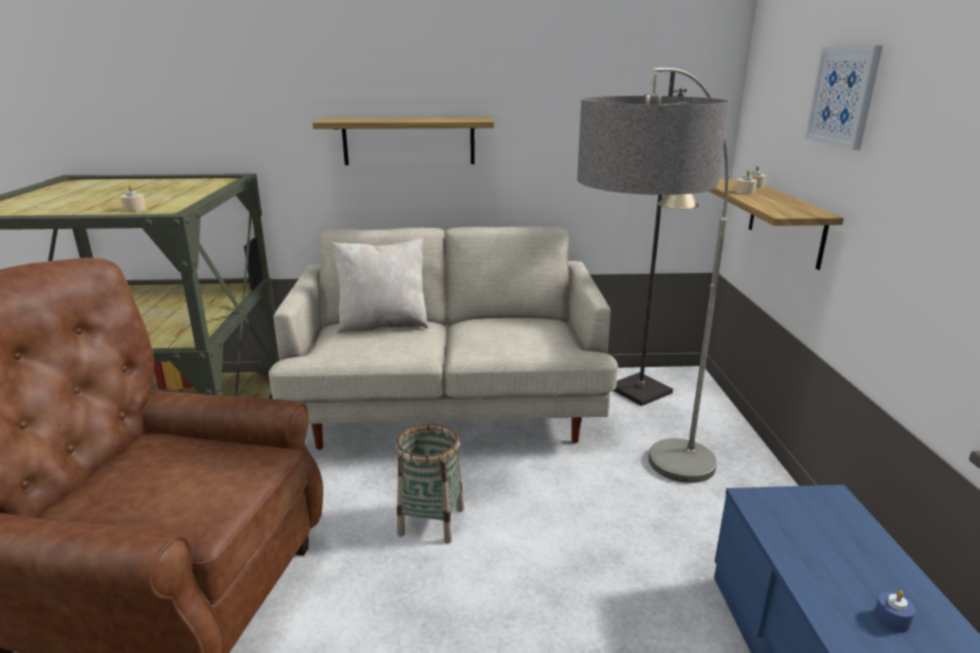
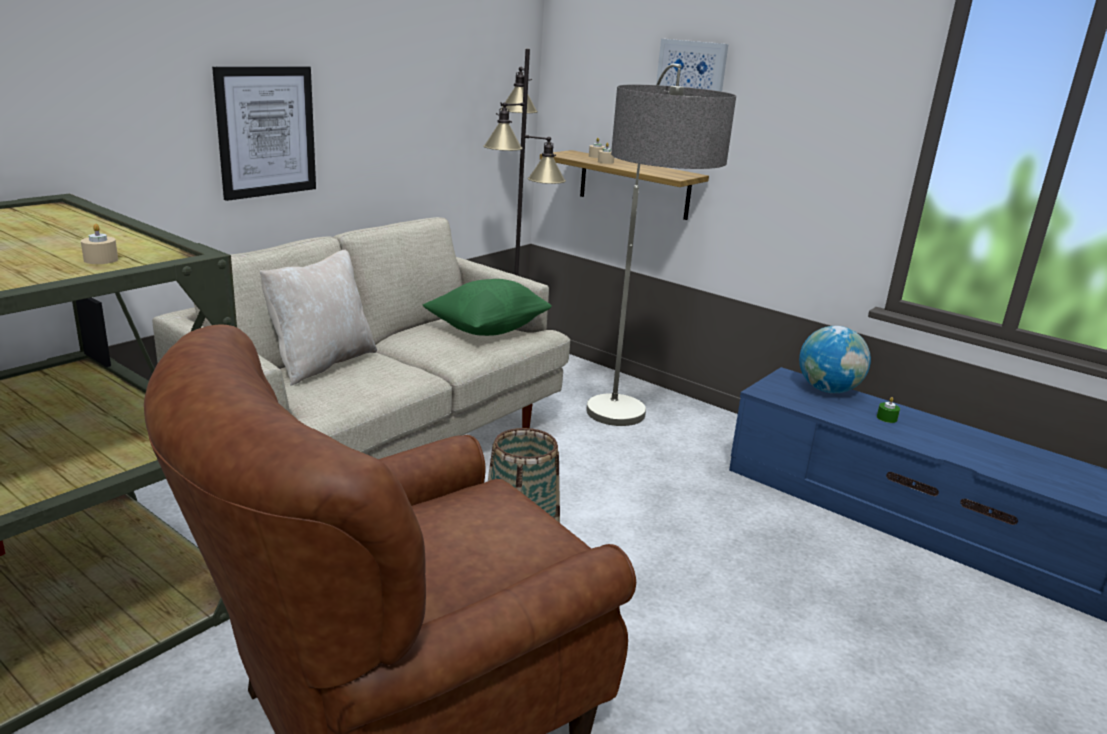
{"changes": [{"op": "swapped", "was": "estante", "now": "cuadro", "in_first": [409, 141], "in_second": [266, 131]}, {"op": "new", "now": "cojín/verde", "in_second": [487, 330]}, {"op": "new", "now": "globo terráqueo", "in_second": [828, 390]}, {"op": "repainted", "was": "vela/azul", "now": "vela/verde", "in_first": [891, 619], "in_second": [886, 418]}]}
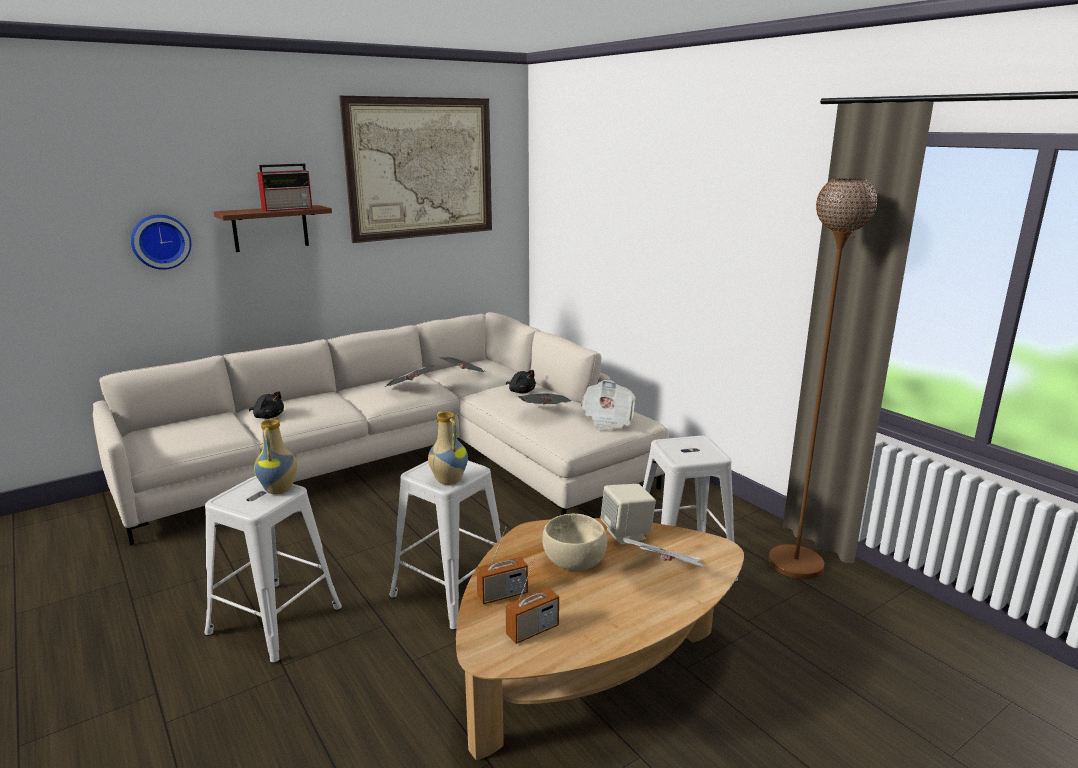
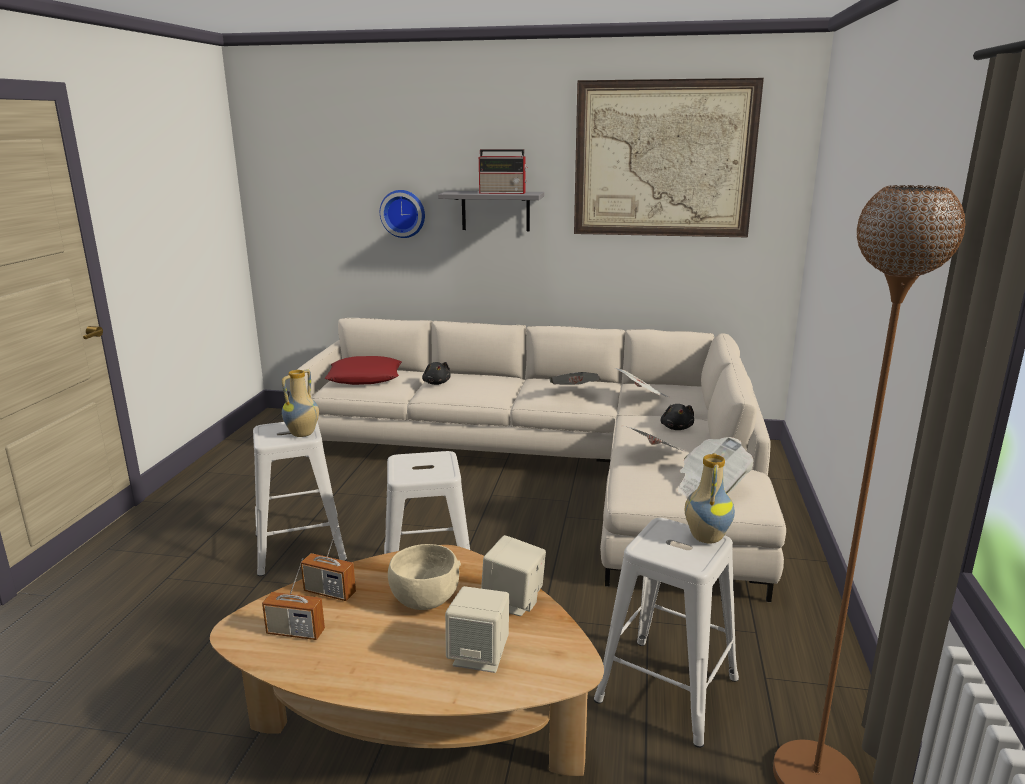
{"changes": [{"op": "new", "now": "cojín/rojo", "in_second": [365, 378]}, {"op": "repainted", "was": "estante/marrón", "now": "estante/gris", "in_first": [270, 228], "in_second": [495, 211]}, {"op": "swapped", "was": "periódico", "now": "altavoz/beis", "in_first": [666, 572], "in_second": [479, 656]}, {"op": "shifted", "was": "florero", "in_first": [447, 481], "in_second": [705, 537]}]}
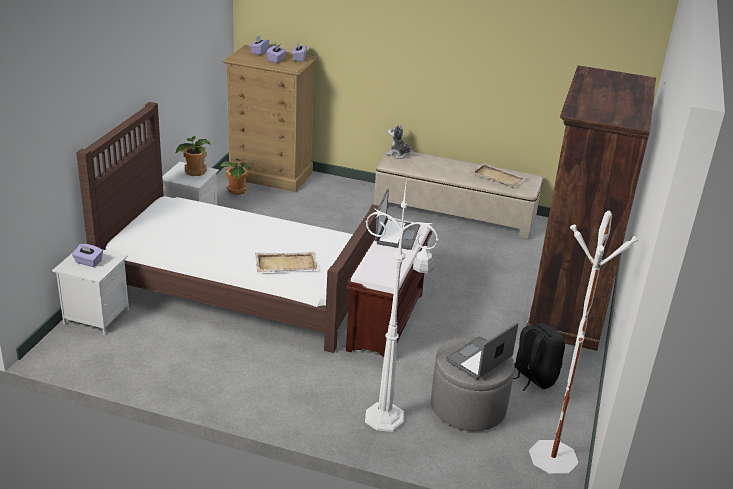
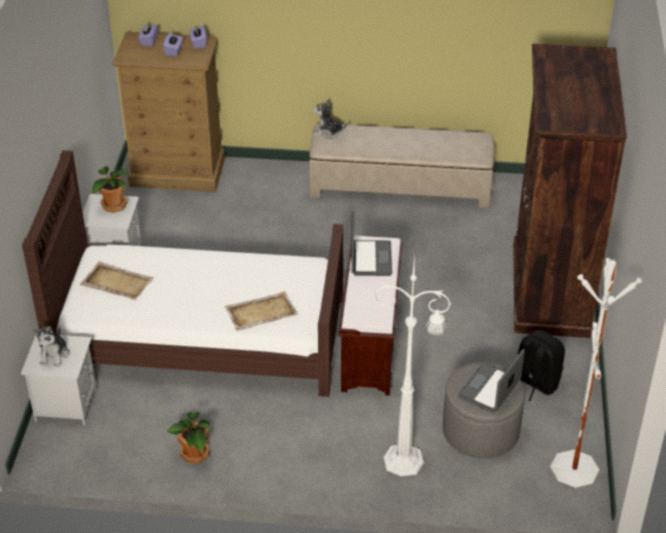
{"changes": [{"op": "swapped", "was": "caja de pañuelos/morado", "now": "peluche", "in_first": [88, 262], "in_second": [54, 355]}, {"op": "shifted", "was": "bandeja/beis", "in_first": [497, 177], "in_second": [116, 283]}, {"op": "shifted", "was": "planta en maceta", "in_first": [236, 190], "in_second": [194, 454]}]}
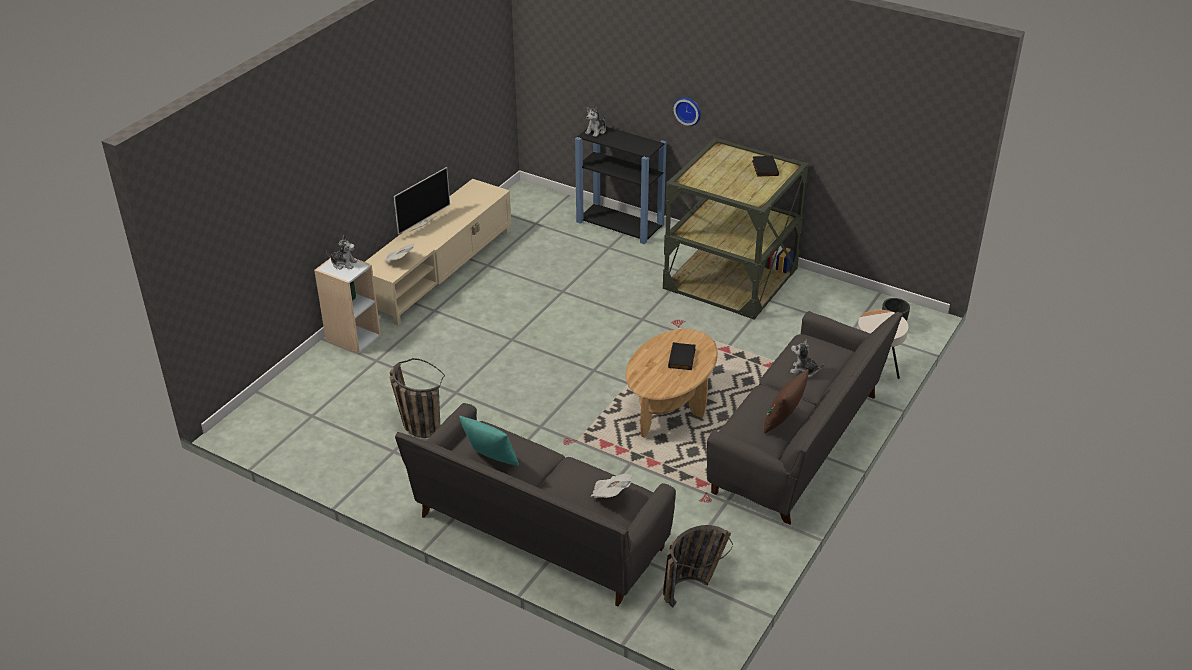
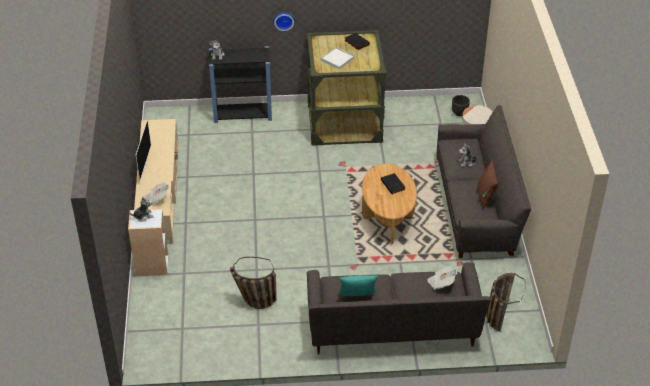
{"changes": [{"op": "new", "now": "bandeja/blanco", "in_second": [337, 59]}]}
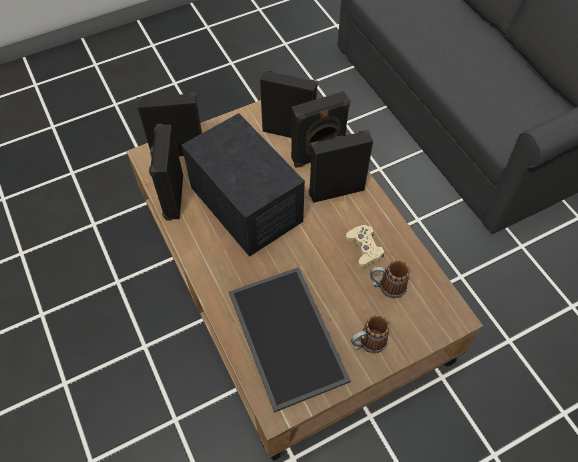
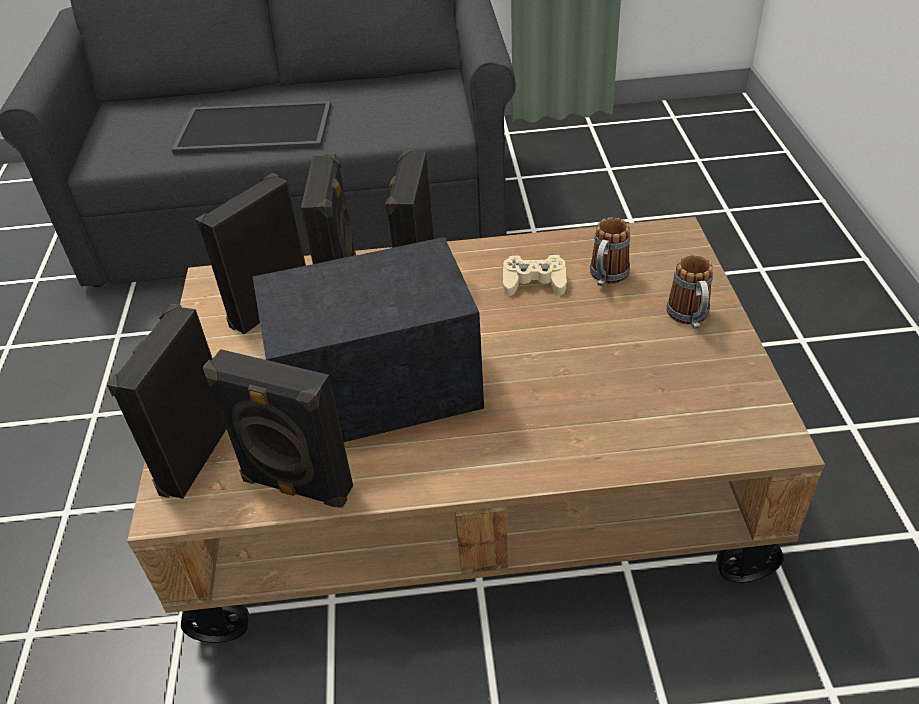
{"changes": [{"op": "shifted", "was": "bandeja", "in_first": [289, 336], "in_second": [256, 128]}]}
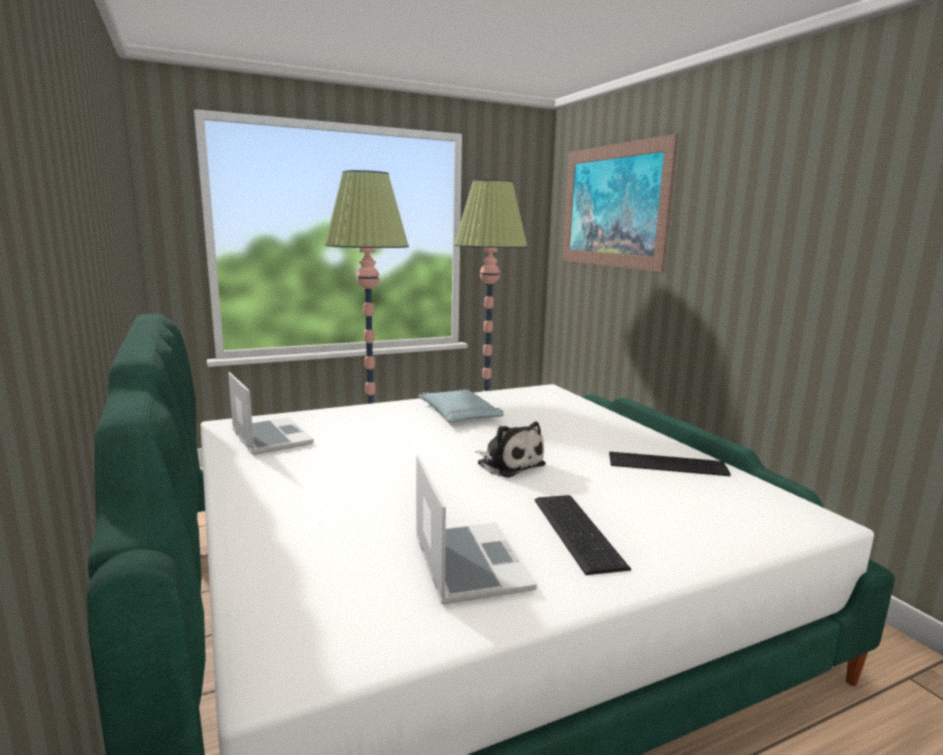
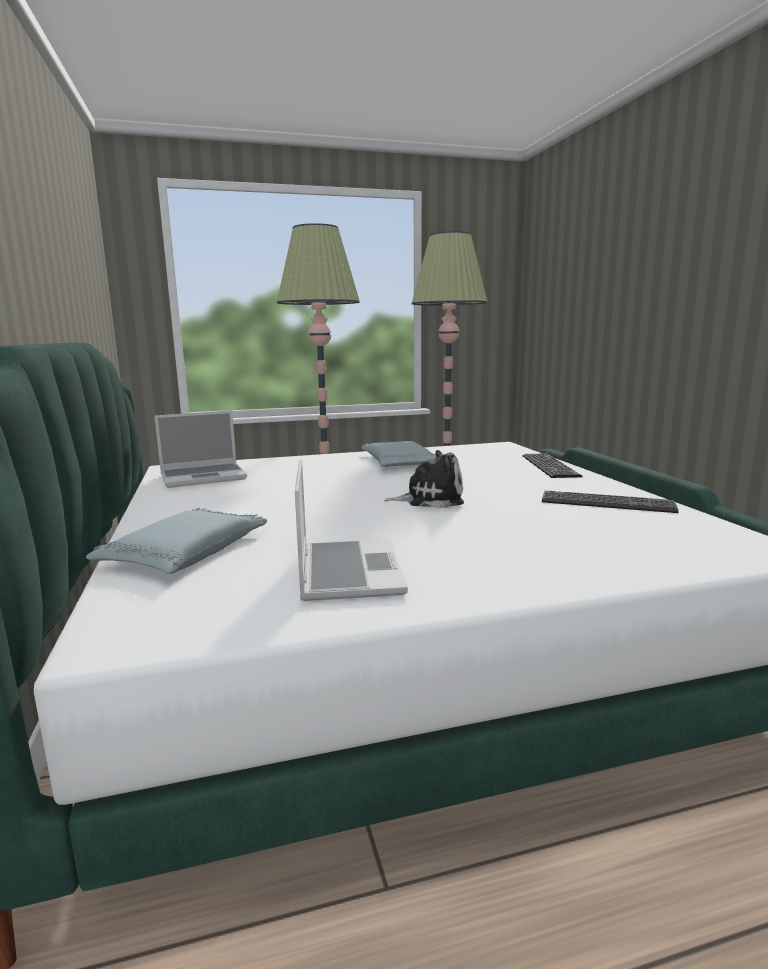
{"changes": [{"op": "new", "now": "cojín/azul", "in_second": [186, 550]}, {"op": "rotated", "was": "portátil", "in_first": [270, 437], "in_second": [204, 477], "clockwise": 90}, {"op": "rotated", "was": "peluche", "in_first": [508, 464], "in_second": [430, 499], "clockwise": -60}, {"op": "shifted", "was": "teclado", "in_first": [579, 530], "in_second": [551, 465]}, {"op": "gone", "was": "cuadro", "in_first": [613, 206]}]}
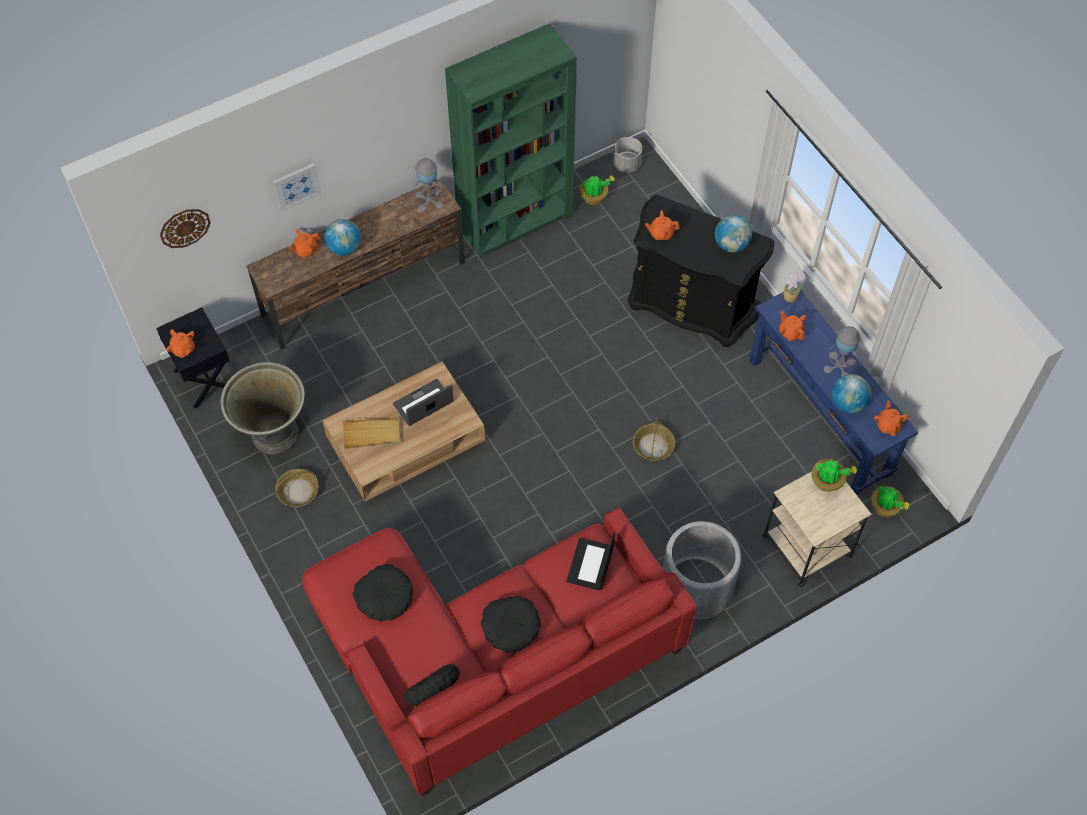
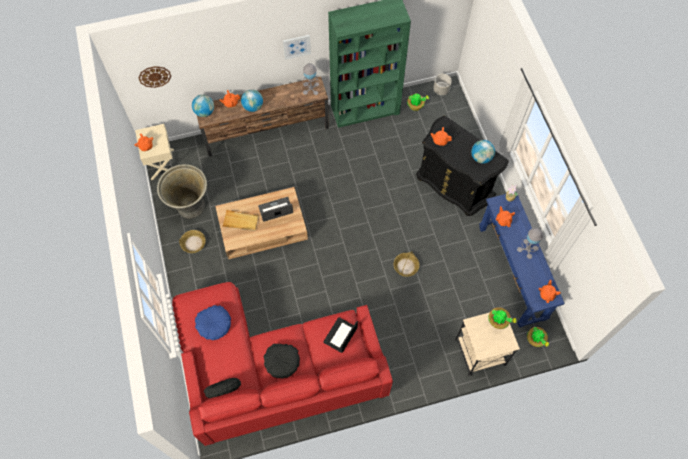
{"changes": [{"op": "repainted", "was": "mesita de noche/negro", "now": "mesita de noche/beis", "in_first": [205, 379], "in_second": [162, 164]}, {"op": "shifted", "was": "globo terráqueo", "in_first": [848, 403], "in_second": [204, 112]}, {"op": "repainted", "was": "cojín/negro", "now": "cojín/azul", "in_first": [385, 598], "in_second": [214, 325]}, {"op": "shifted", "was": "cuadro", "in_first": [296, 186], "in_second": [296, 46]}, {"op": "gone", "was": "maceta/gris", "in_first": [696, 586]}]}
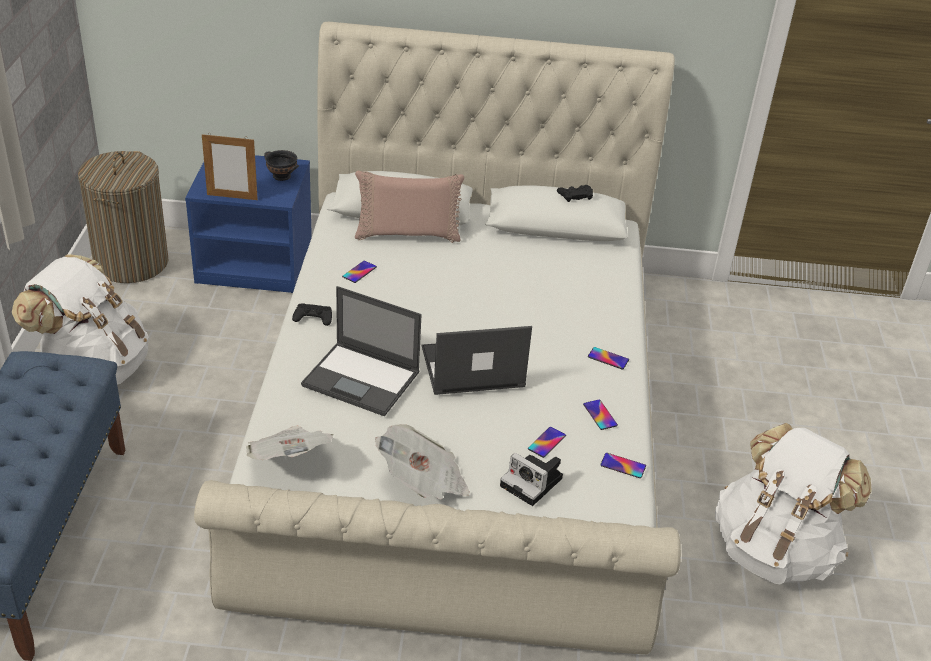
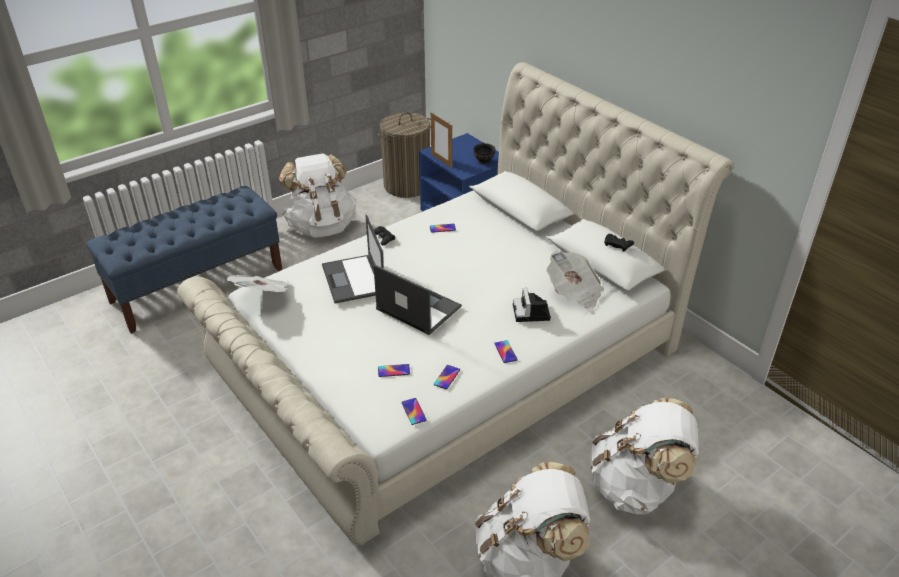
{"changes": [{"op": "shifted", "was": "cámara", "in_first": [533, 483], "in_second": [532, 313]}, {"op": "shifted", "was": "periódico", "in_first": [423, 482], "in_second": [574, 293]}, {"op": "new", "now": "mochila/blanco", "in_second": [636, 487]}, {"op": "gone", "was": "cojín/beis", "in_first": [407, 234]}]}
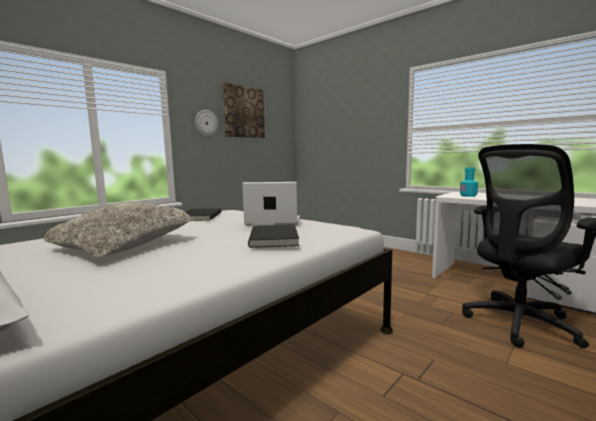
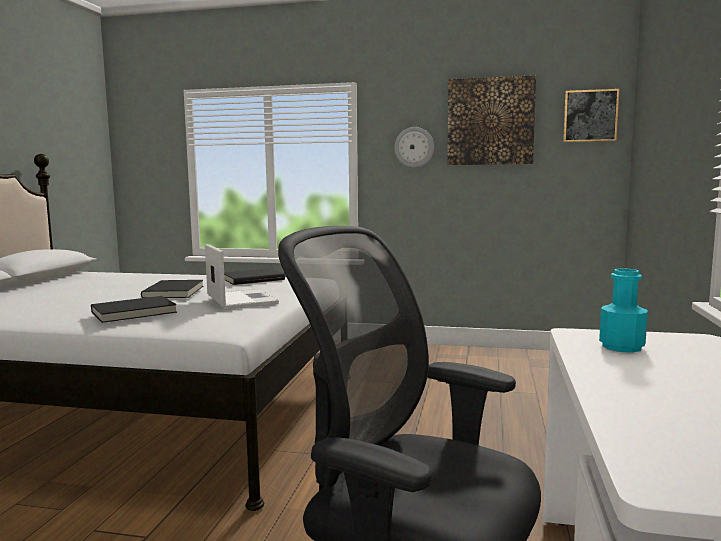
{"changes": [{"op": "new", "now": "libro/negro", "in_second": [175, 292]}, {"op": "new", "now": "cuadro", "in_second": [590, 116]}, {"op": "gone", "was": "cojín/beis", "in_first": [121, 246]}]}
